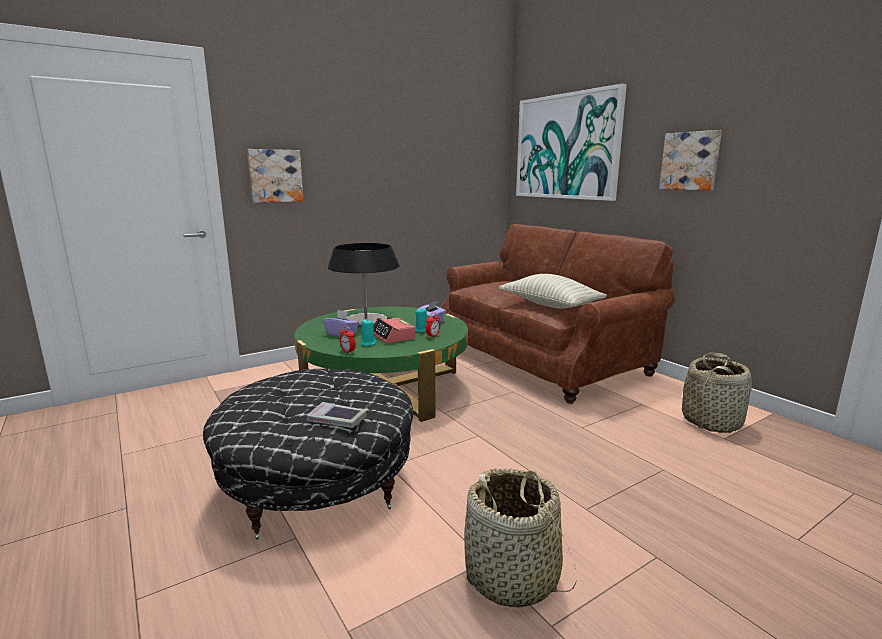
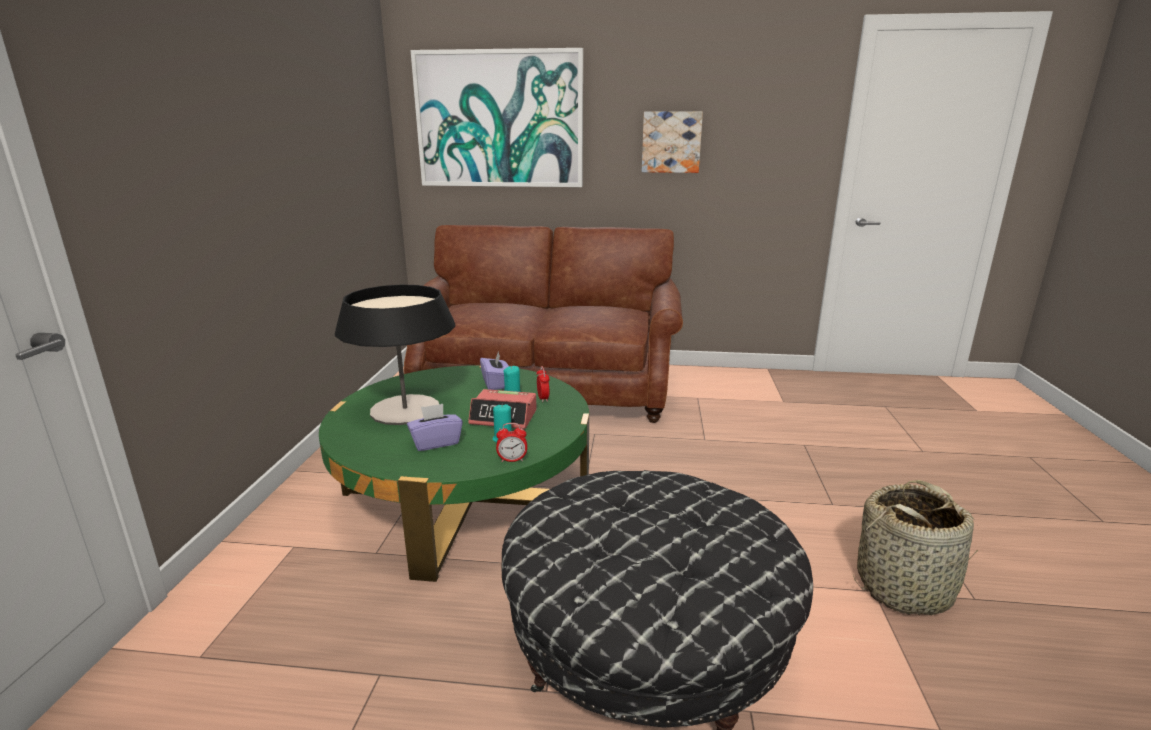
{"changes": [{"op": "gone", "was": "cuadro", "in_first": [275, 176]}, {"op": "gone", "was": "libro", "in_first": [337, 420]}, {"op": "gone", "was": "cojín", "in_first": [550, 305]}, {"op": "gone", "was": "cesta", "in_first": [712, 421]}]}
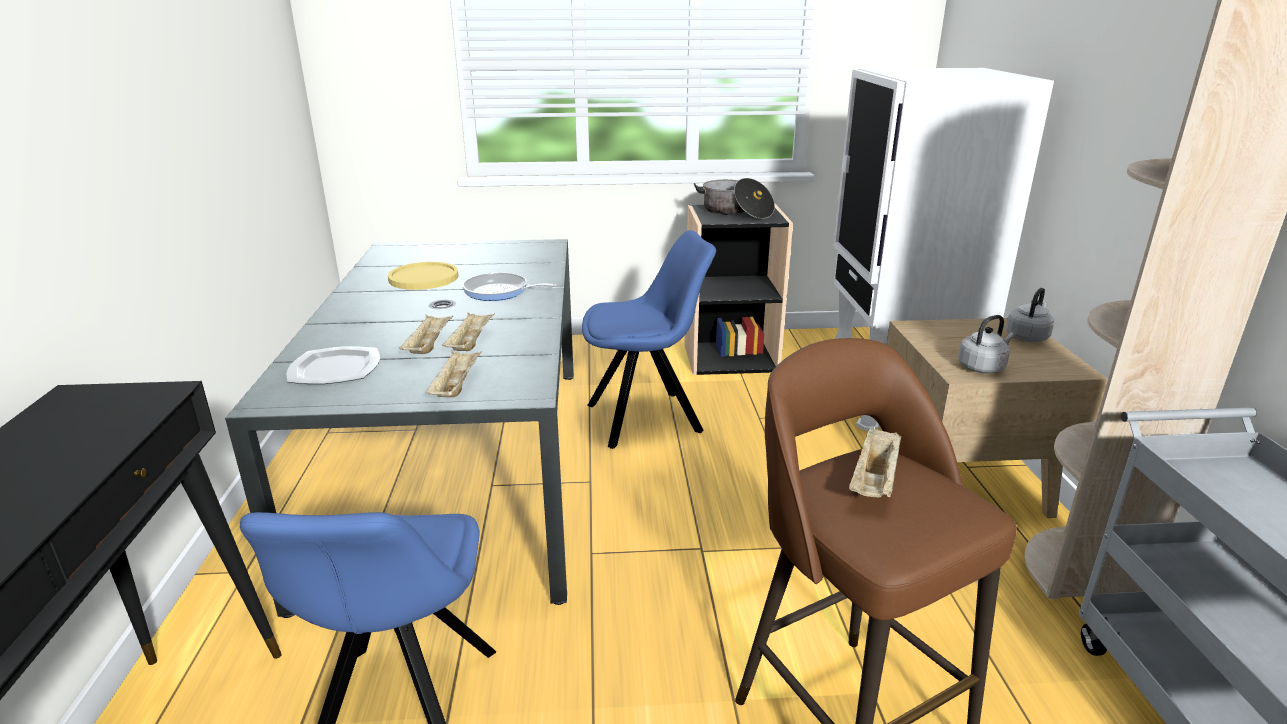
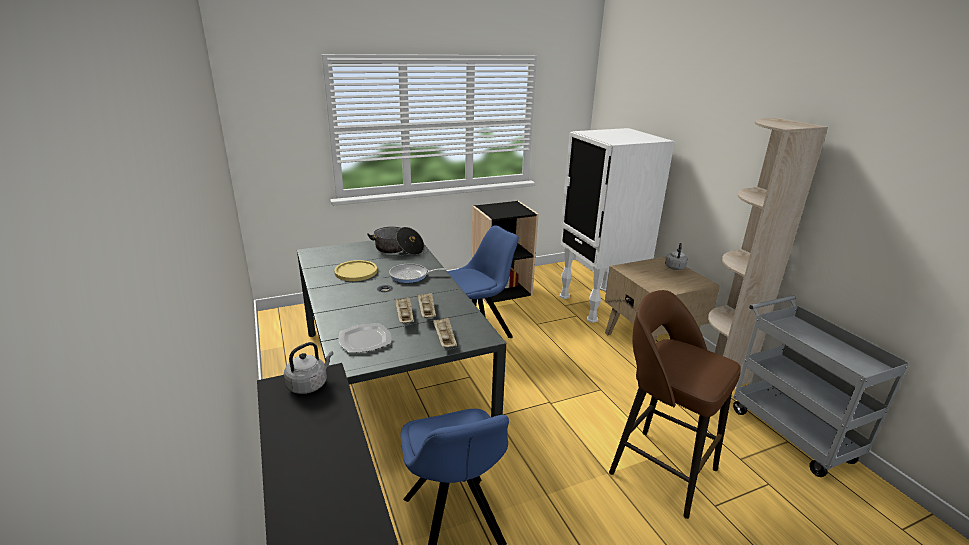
{"changes": [{"op": "shifted", "was": "hervidor/gris", "in_first": [982, 367], "in_second": [309, 384]}, {"op": "shifted", "was": "olla", "in_first": [735, 212], "in_second": [398, 249]}, {"op": "gone", "was": "bandeja/beis", "in_first": [874, 481]}]}
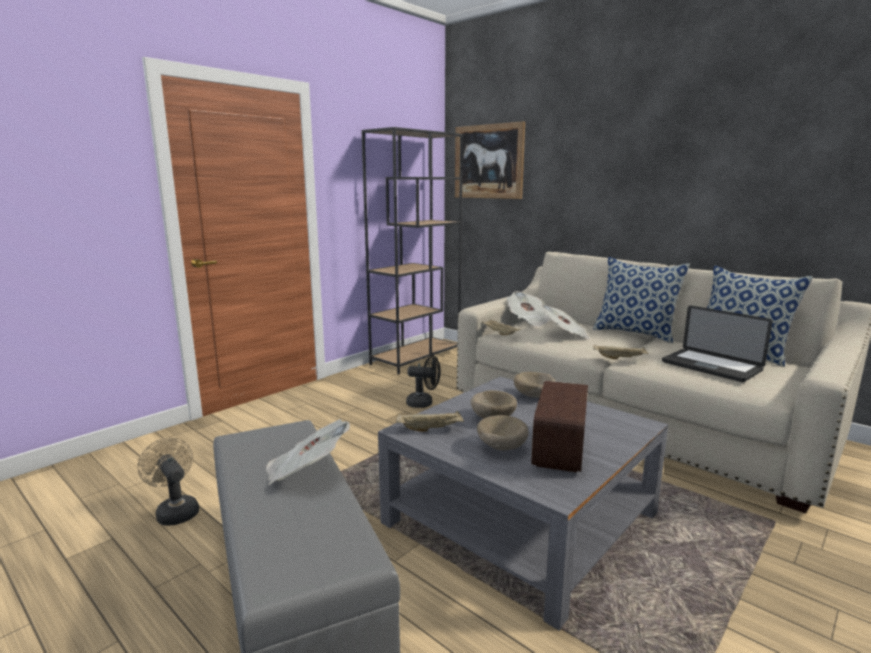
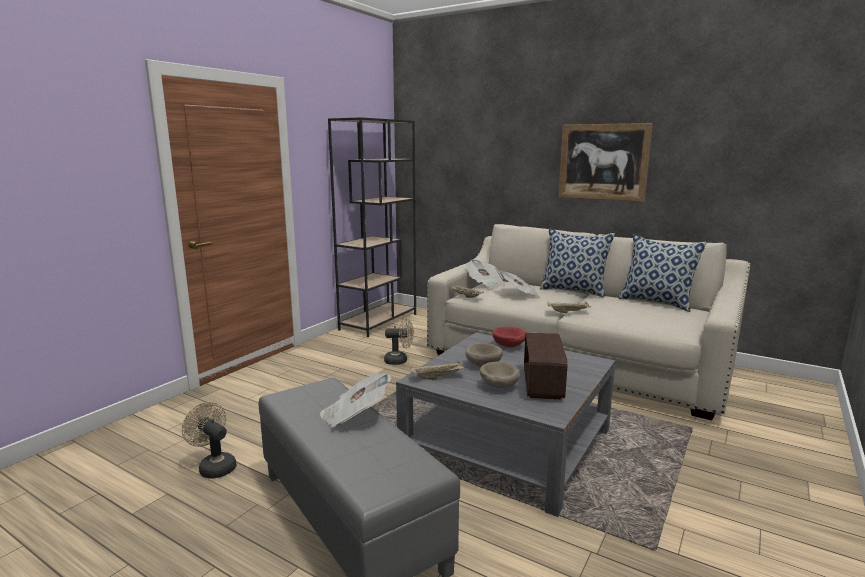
{"changes": [{"op": "repainted", "was": "ventilador/negro", "now": "ventilador/beis", "in_first": [424, 403], "in_second": [399, 360]}, {"op": "repainted", "was": "cuenco/beis", "now": "cuenco/rojo", "in_first": [534, 396], "in_second": [509, 346]}, {"op": "shifted", "was": "cuadro", "in_first": [488, 162], "in_second": [603, 162]}, {"op": "gone", "was": "portátil", "in_first": [711, 366]}]}
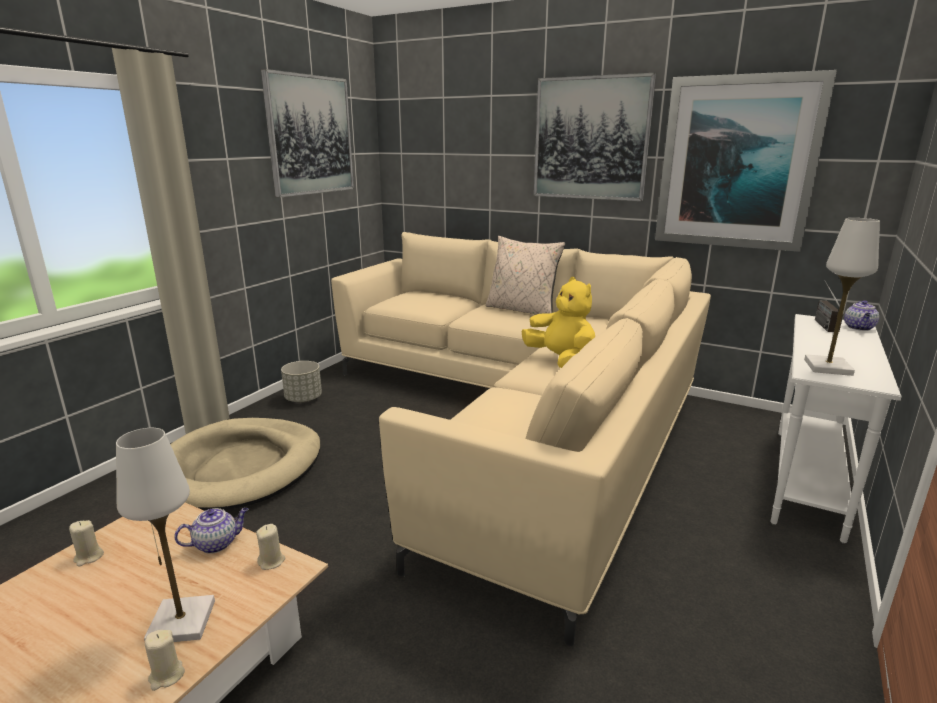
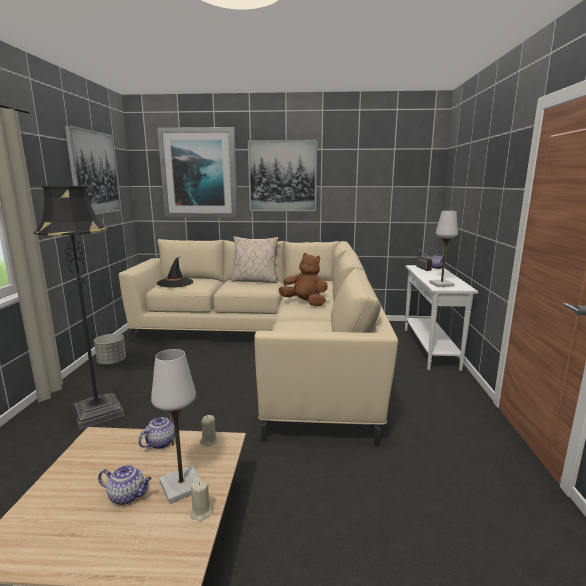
{"changes": [{"op": "swapped", "was": "cama para perro/beis", "now": "lámpara de pie/negro", "in_first": [239, 468], "in_second": [98, 413]}, {"op": "new", "now": "tetera", "in_second": [128, 496]}, {"op": "shifted", "was": "cuadro", "in_first": [737, 163], "in_second": [199, 173]}, {"op": "new", "now": "sombrero/negro", "in_second": [175, 283]}, {"op": "repainted", "was": "peluche/amarillo", "now": "peluche/marrón", "in_first": [560, 361], "in_second": [305, 303]}, {"op": "gone", "was": "vela/beis", "in_first": [89, 557]}]}
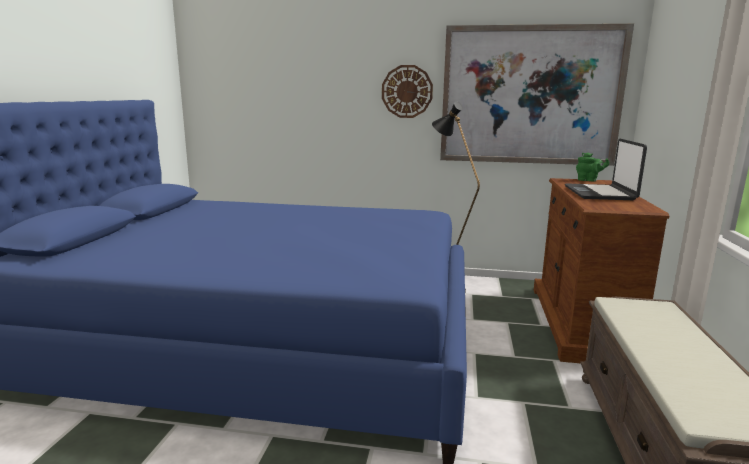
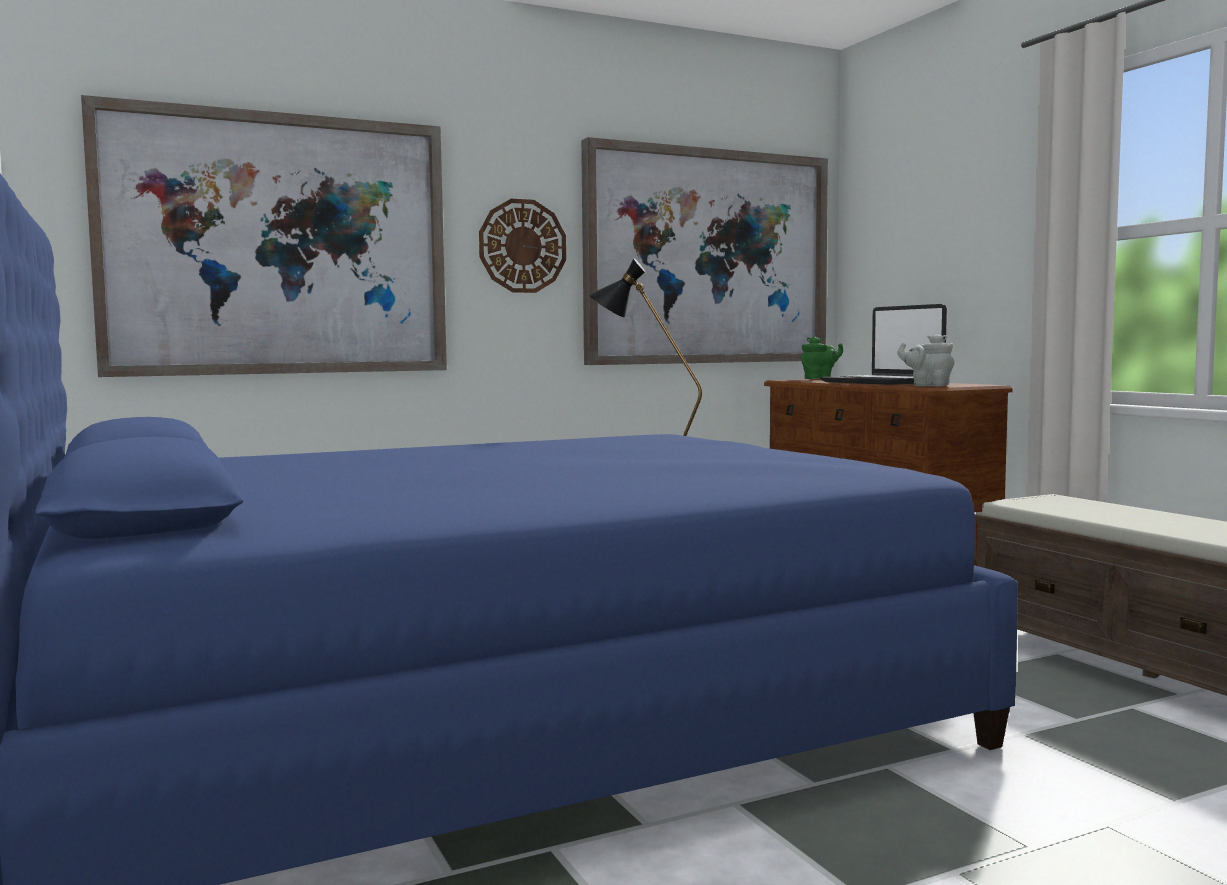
{"changes": [{"op": "new", "now": "cuadro", "in_second": [277, 245]}, {"op": "new", "now": "tetera/gris", "in_second": [927, 385]}]}
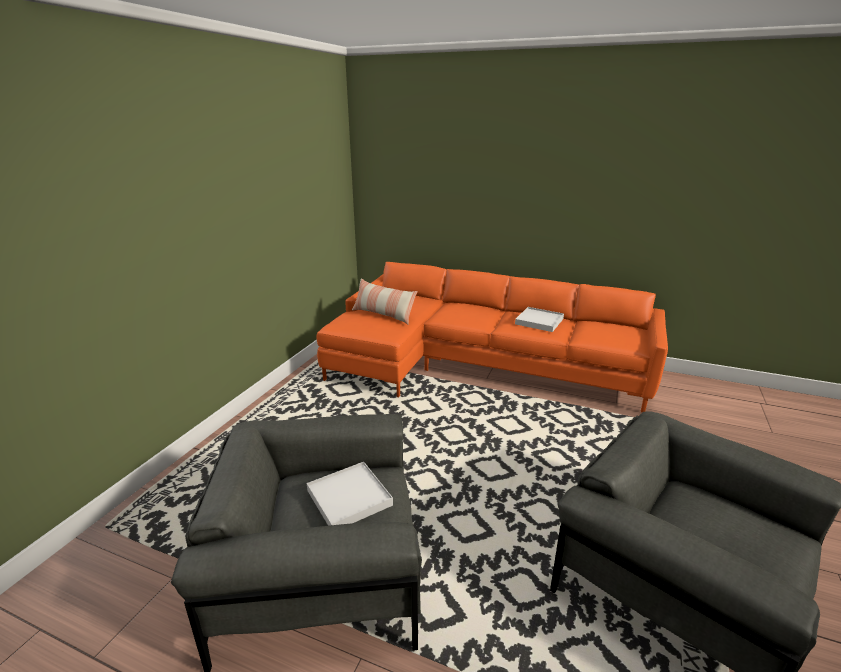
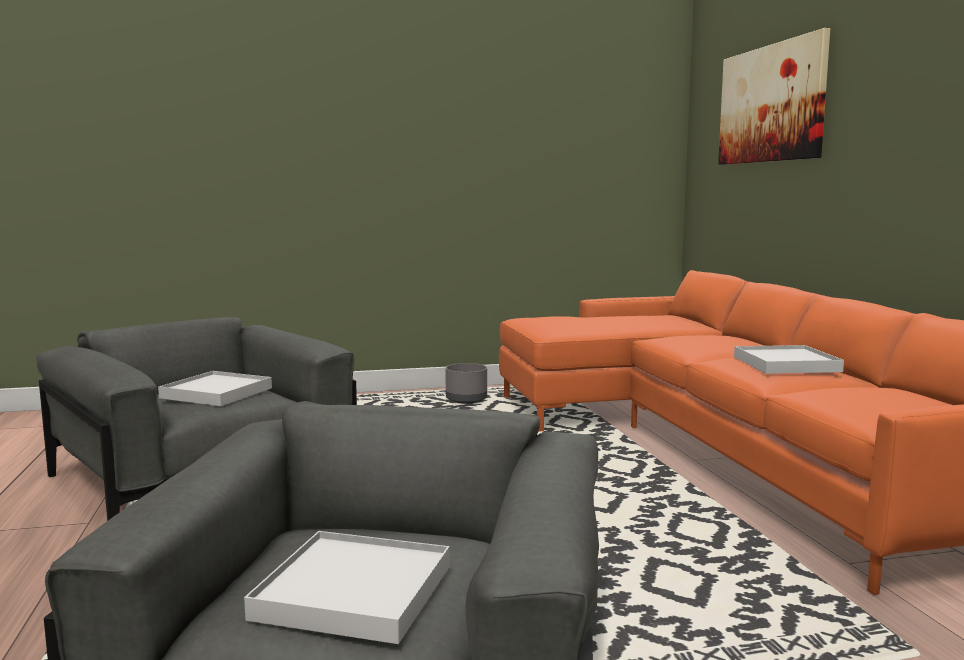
{"changes": [{"op": "new", "now": "bandeja/blanco", "in_second": [355, 592]}, {"op": "new", "now": "maceta/gris", "in_second": [467, 400]}, {"op": "new", "now": "cuadro", "in_second": [771, 104]}, {"op": "gone", "was": "cojín", "in_first": [383, 314]}]}
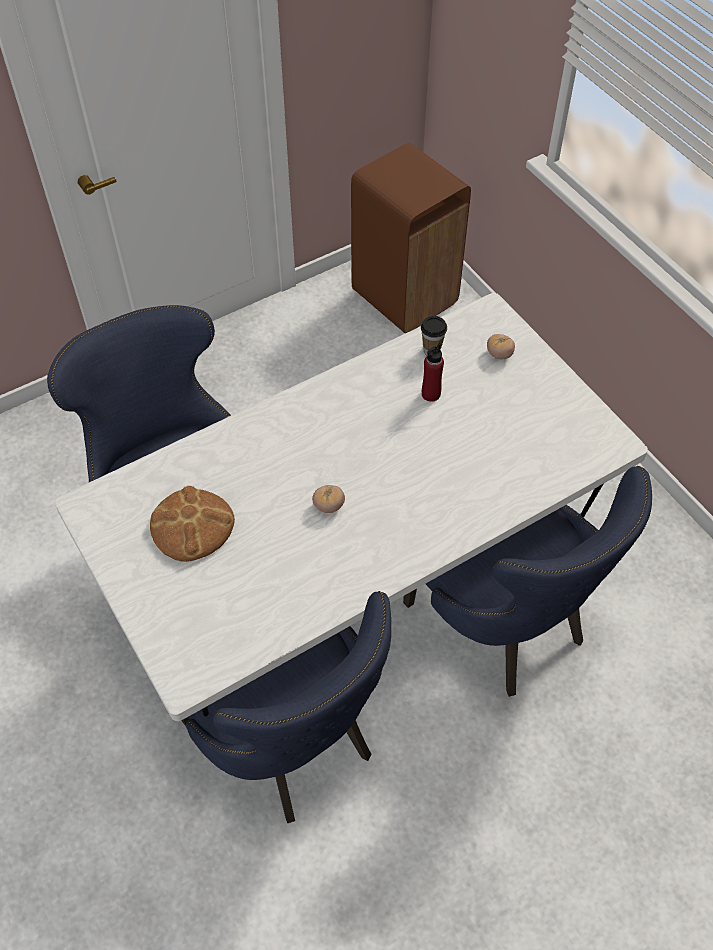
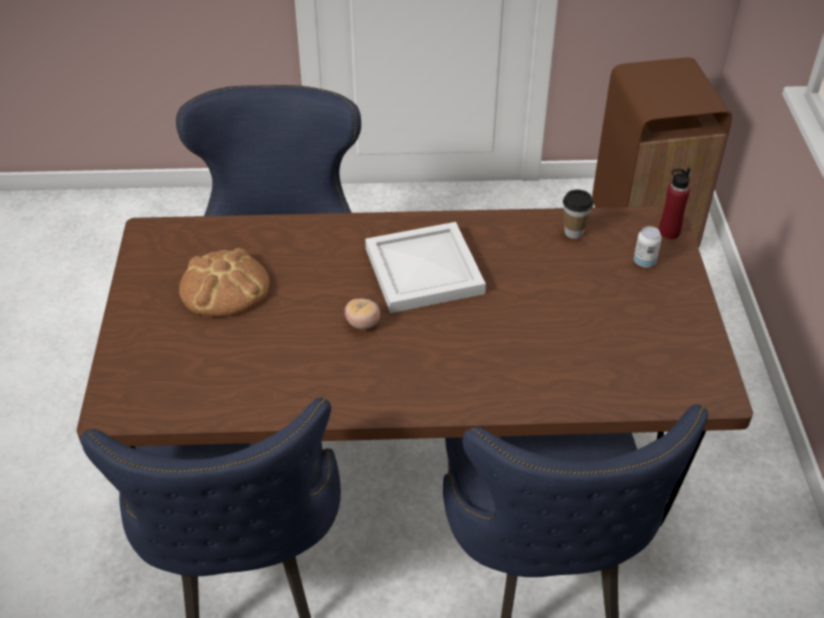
{"changes": [{"op": "repainted", "was": "mesa de comedor/blanco", "now": "mesa de comedor/marrón", "in_first": [356, 587], "in_second": [410, 466]}, {"op": "new", "now": "bandeja/blanco", "in_second": [423, 272]}, {"op": "swapped", "was": "tomate", "now": "lata", "in_first": [499, 354], "in_second": [644, 262]}, {"op": "shifted", "was": "botella/rojo", "in_first": [430, 394], "in_second": [669, 232]}]}
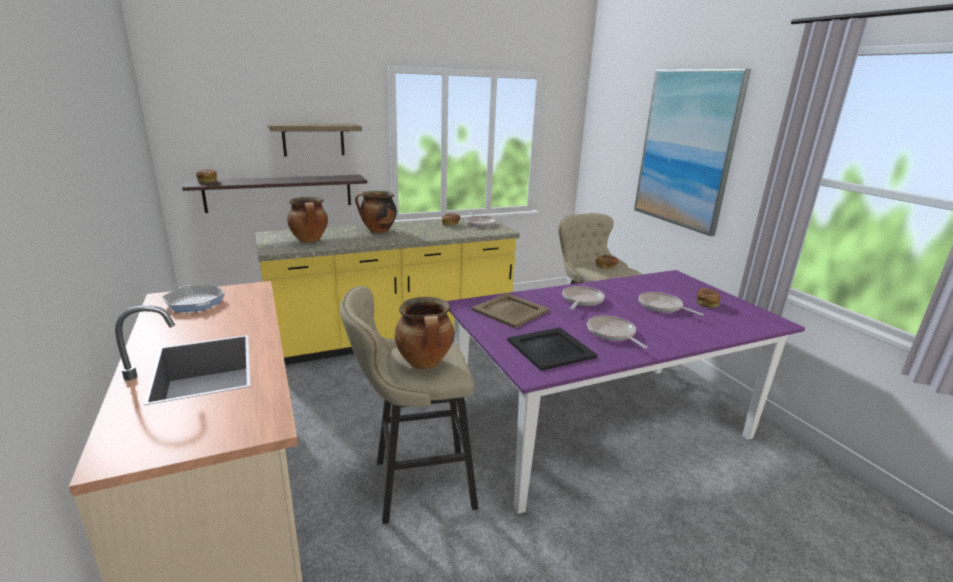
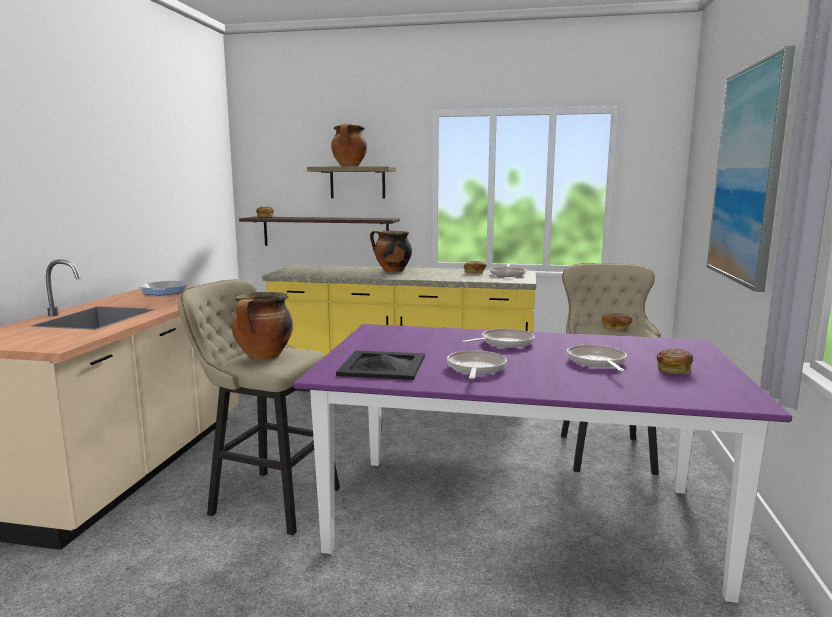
{"changes": [{"op": "shifted", "was": "olla", "in_first": [310, 240], "in_second": [349, 166]}, {"op": "gone", "was": "bandeja/beis", "in_first": [511, 310]}]}
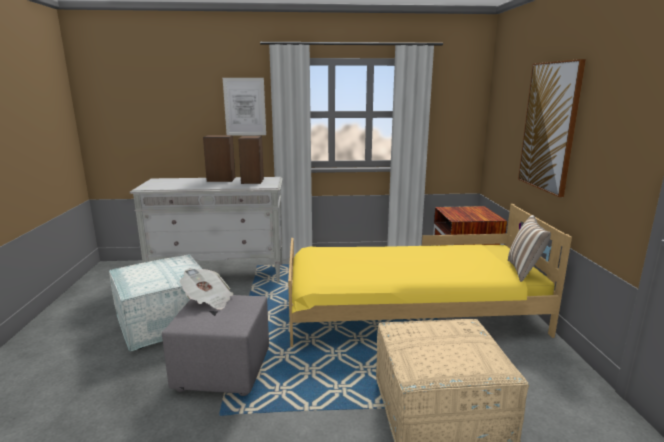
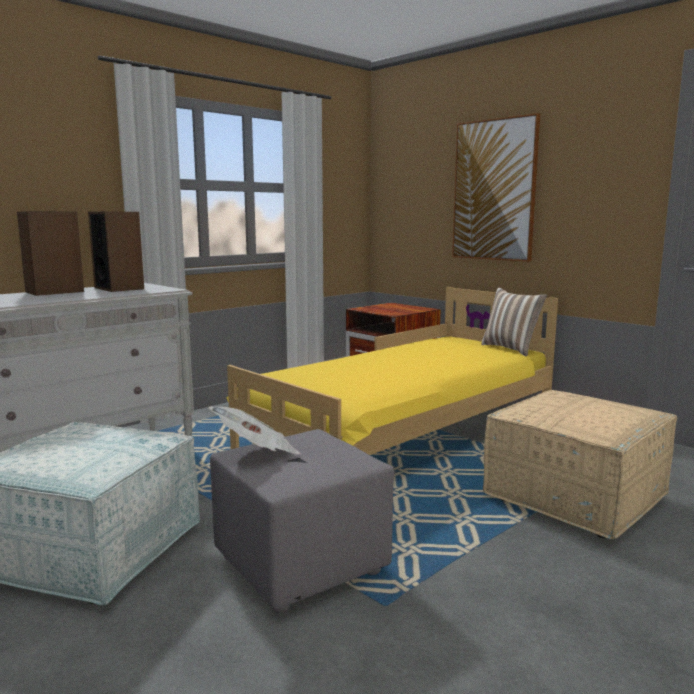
{"changes": [{"op": "gone", "was": "cuadro", "in_first": [245, 107]}]}
